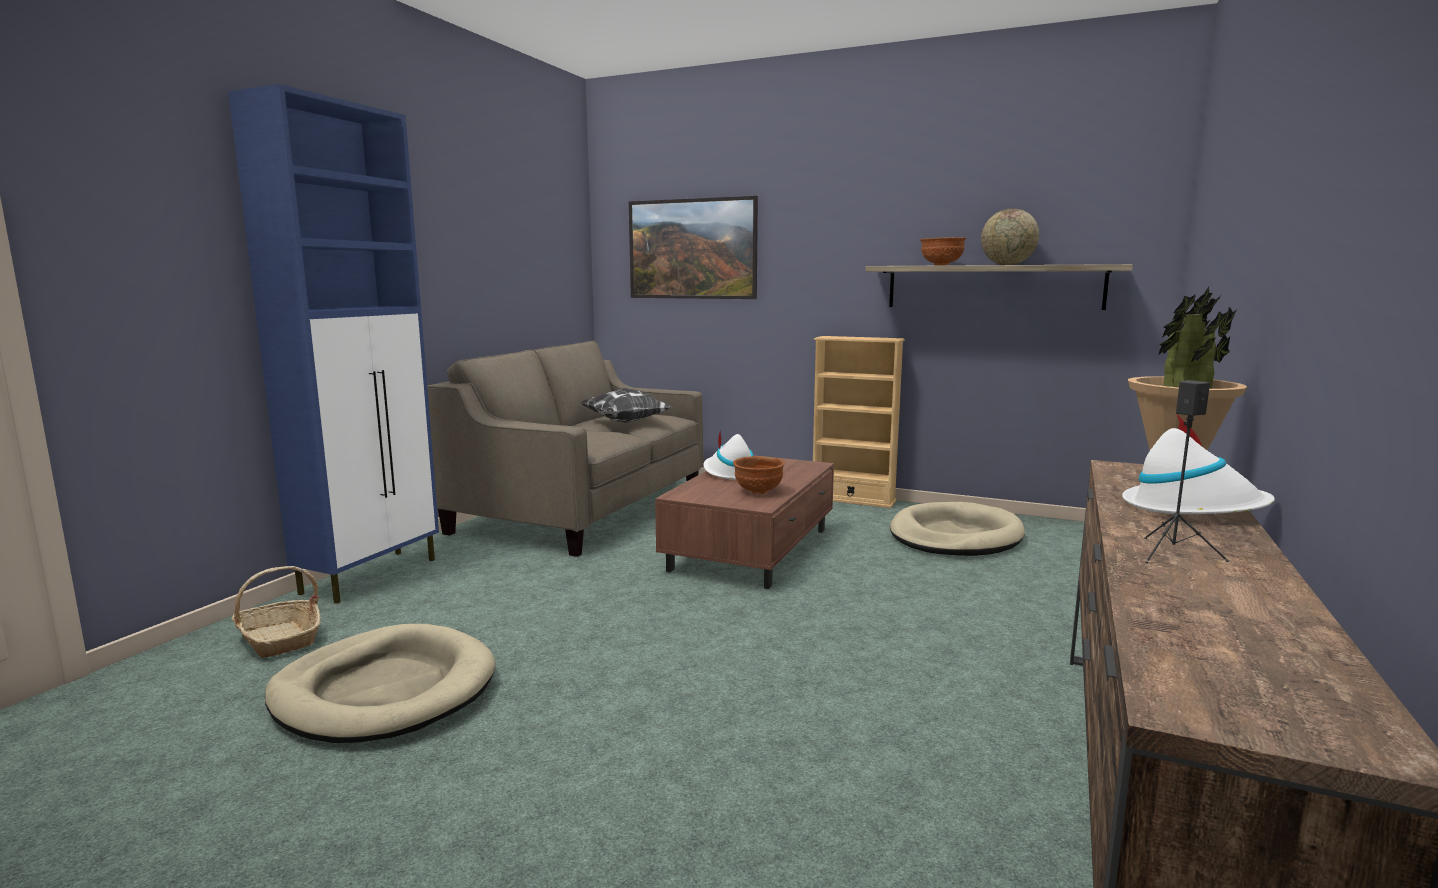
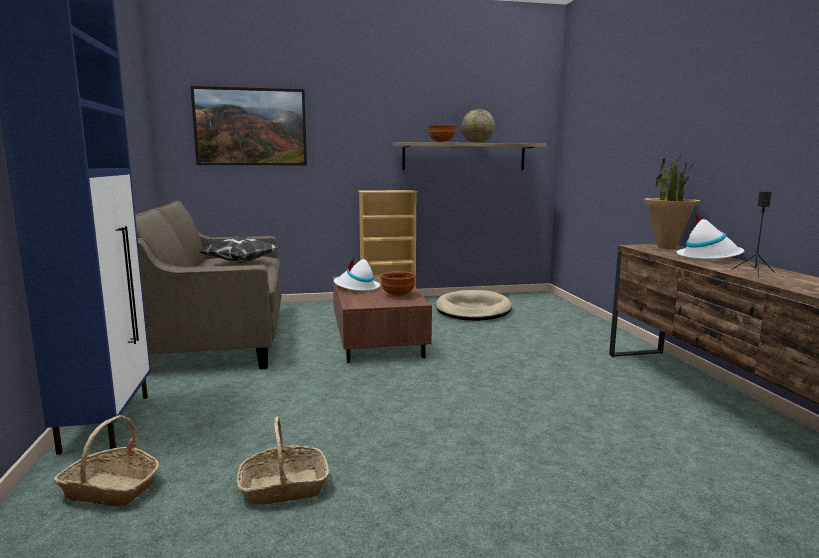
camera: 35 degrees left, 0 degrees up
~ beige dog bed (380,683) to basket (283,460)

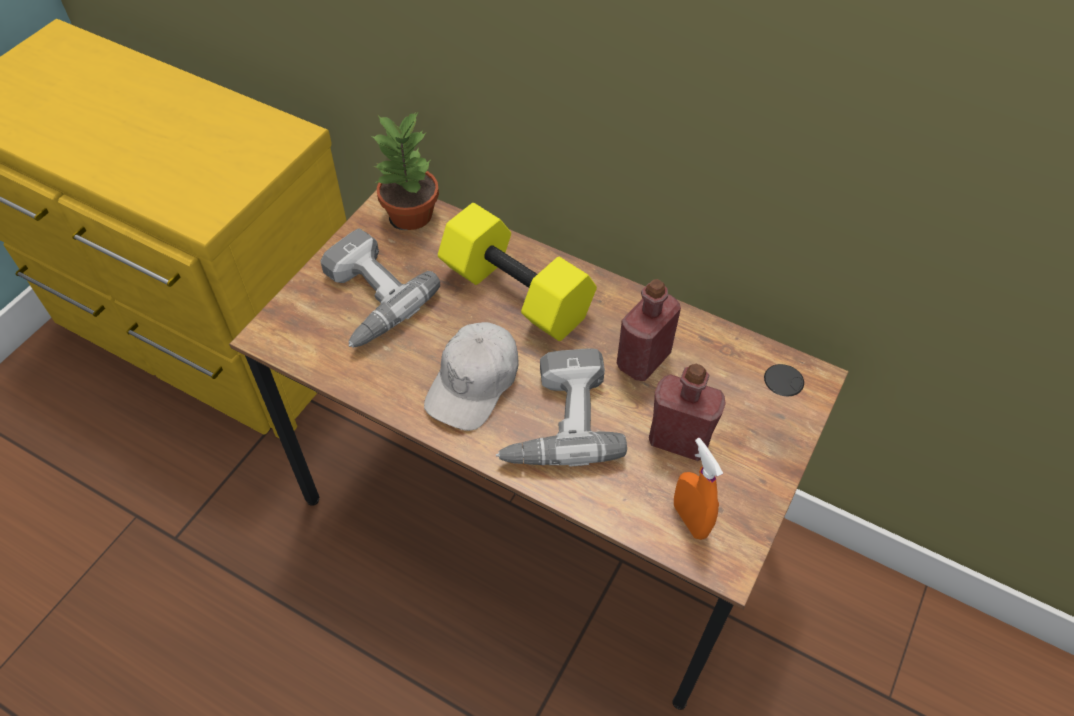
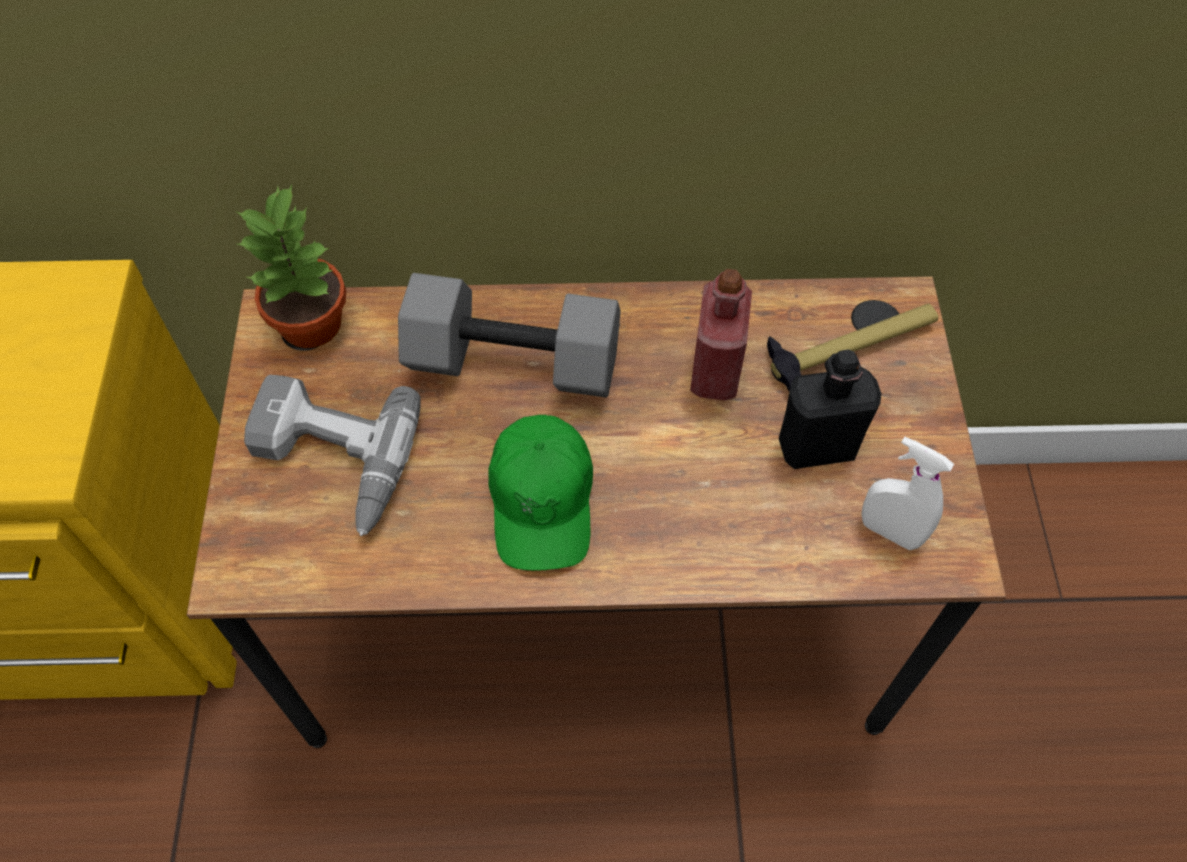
camera: 30 degrees left, 5 degrees up
- power drill (561,407)
+ hammer (852,348)
~ white cap (471,376) to green cap (540,493)
~ yellow dumbbell (517,272) to grey dumbbell (509,335)
~ red bottle (687,412) to black bottle (830,409)
~ orange spray bottle (698,489) to white spray bottle (907,493)

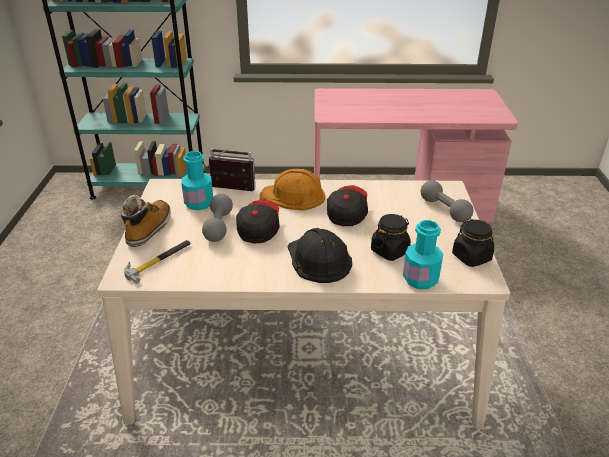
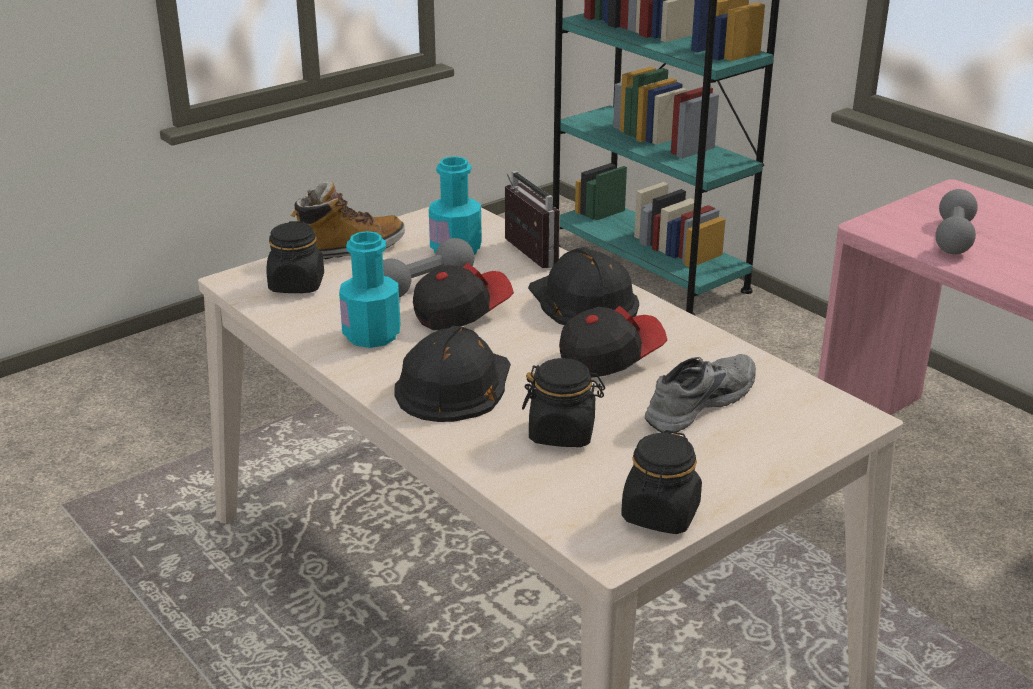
camera: 50 degrees right, 5 degrees down
+ grey shoe (700,393)
~ turquoise bottle (423,254) to (369,289)
~ grey dumbbell (447,201) to (956,221)
~ hammer (157,262) to black jar (295,257)
~ orange hard hat (292,190) to black hard hat (583,286)

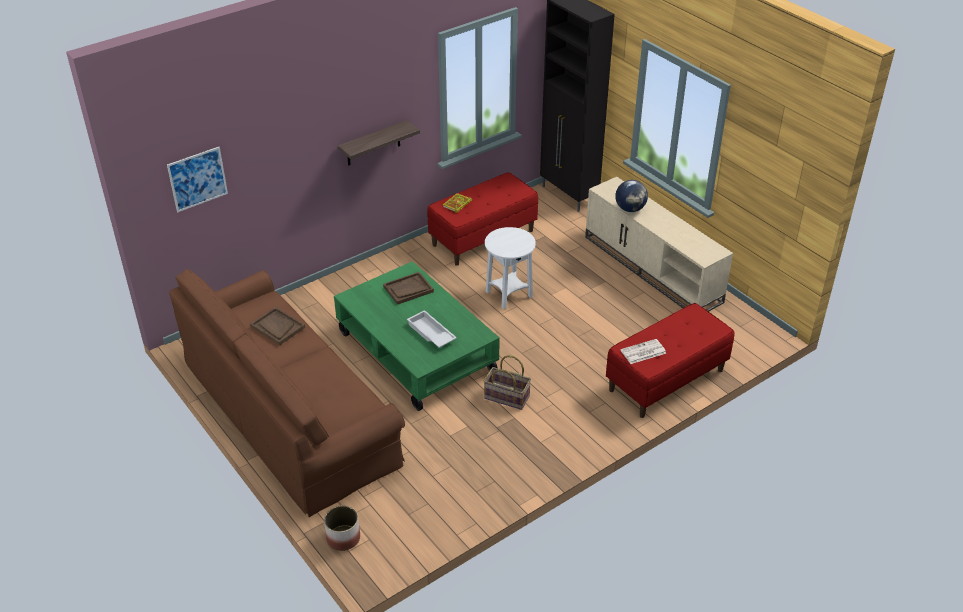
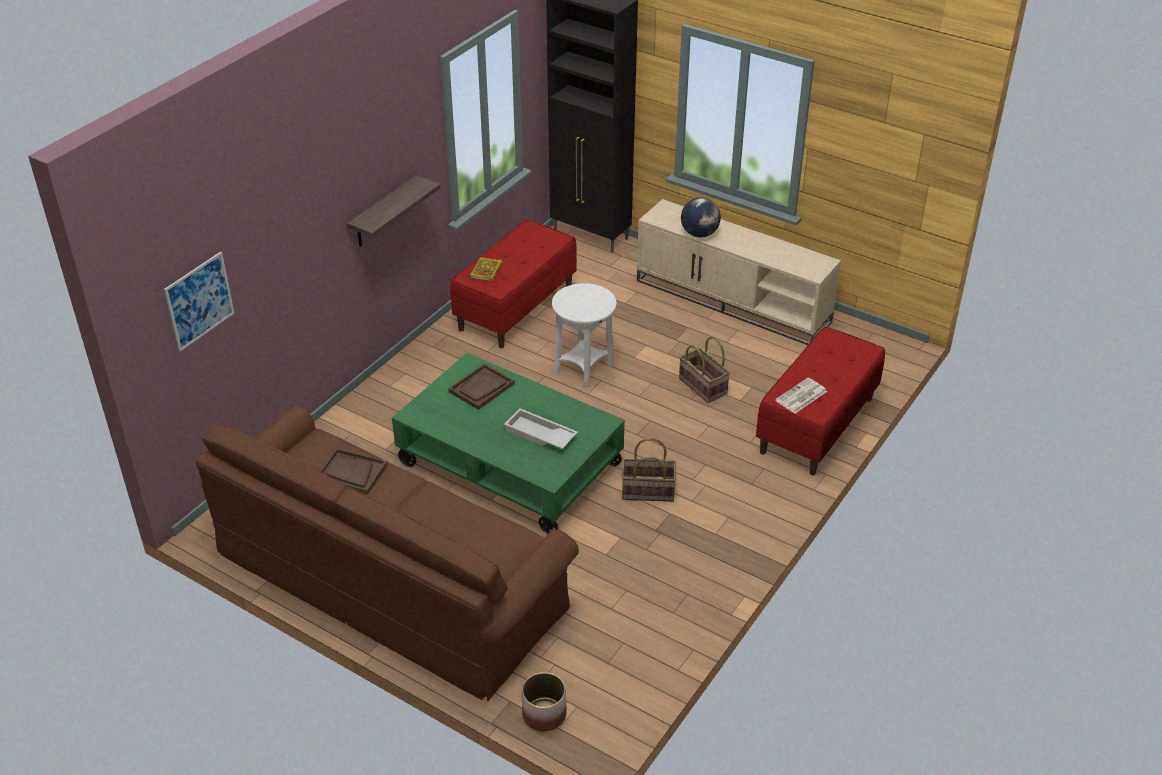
camera: 20 degrees left, 0 degrees up
+ basket (704,369)

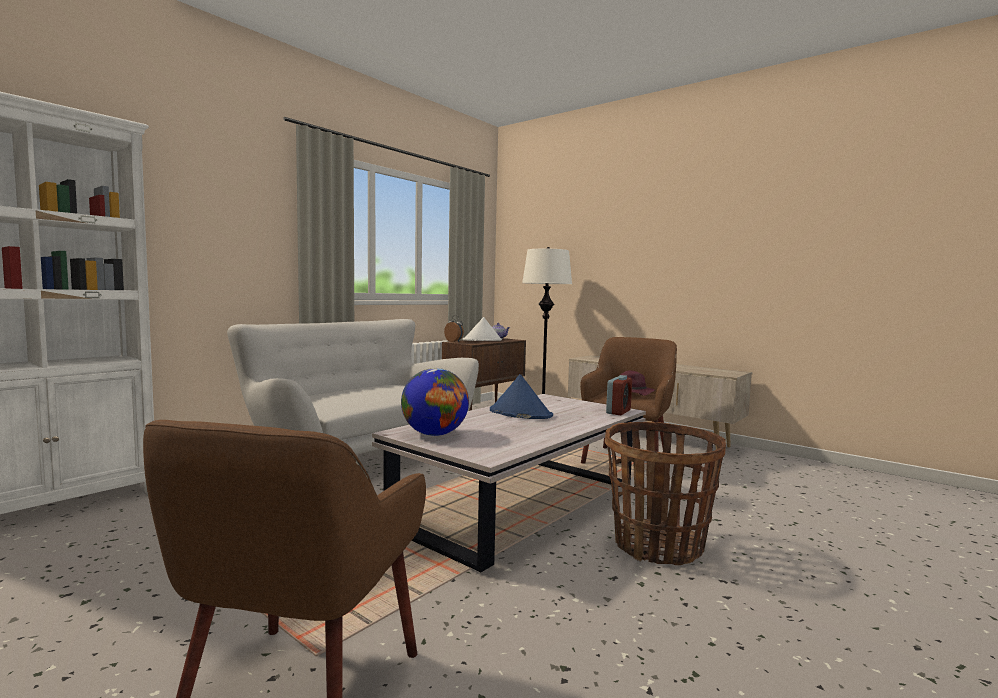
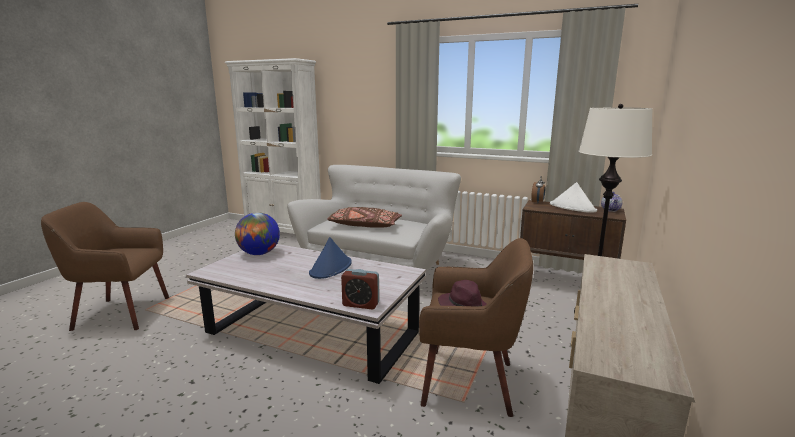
camera: 75 degrees right, 10 degrees up
- basket (665,493)
+ brown pillow (364,217)

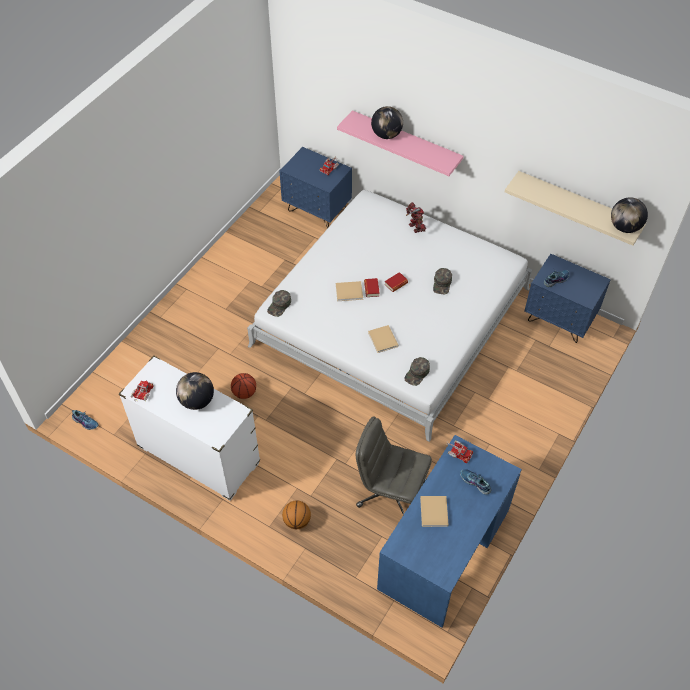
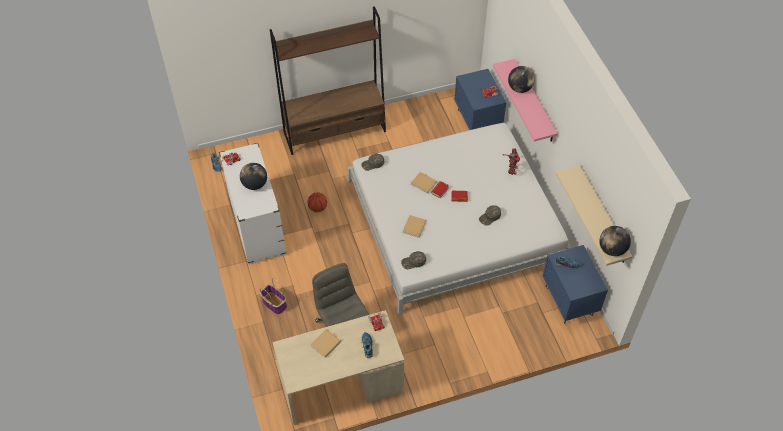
camera: 40 degrees right, 0 degrees up
+ brown bookcase (328,80)
~ basketball (296,514) to basket (273,296)
~ blue desk (449,531) to beige desk (338,367)

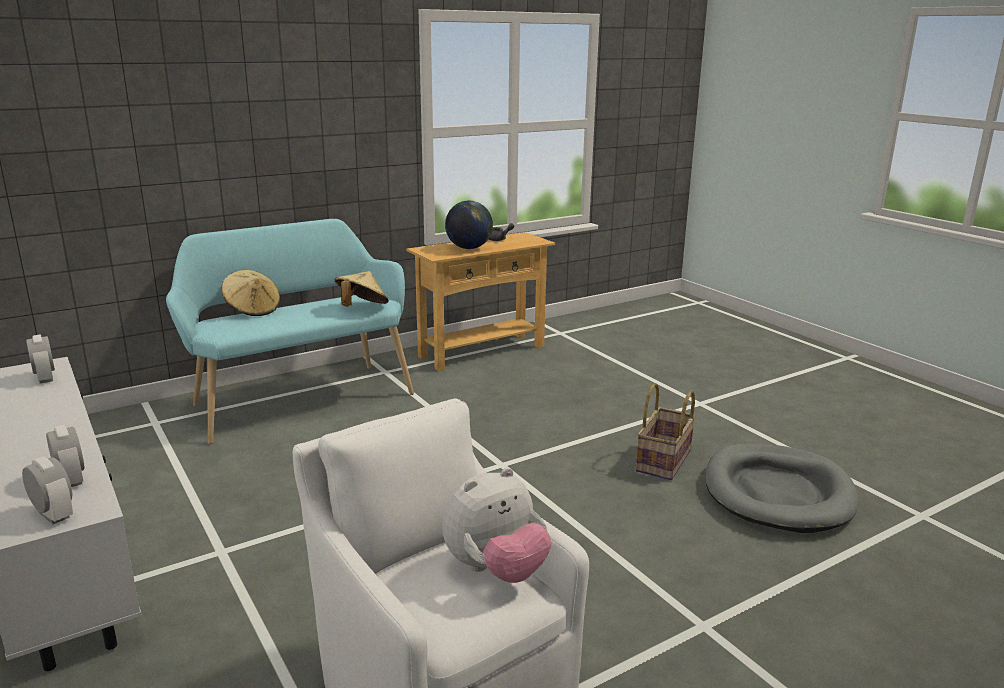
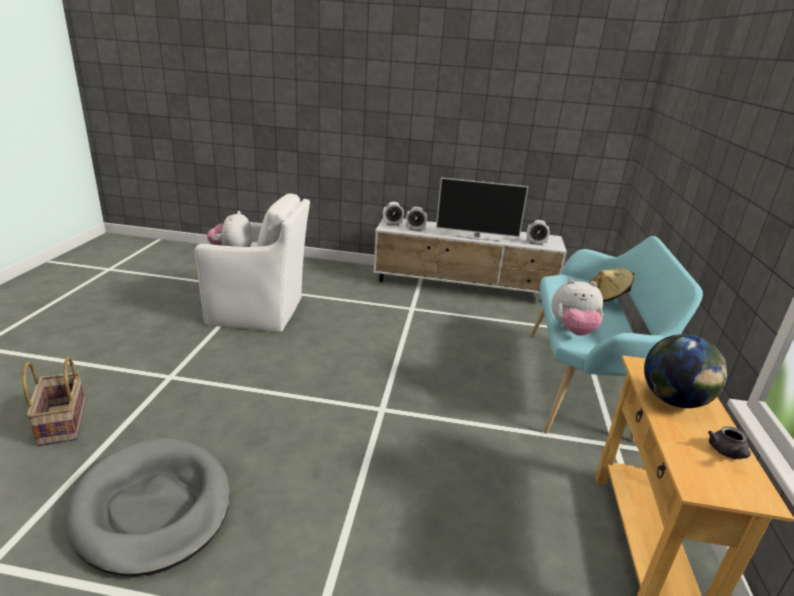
camera: 130 degrees right, 5 degrees up
+ television (482,209)
~ basket (666,431) to (54,401)
~ beige hat (362,289) to plush toy (577,308)

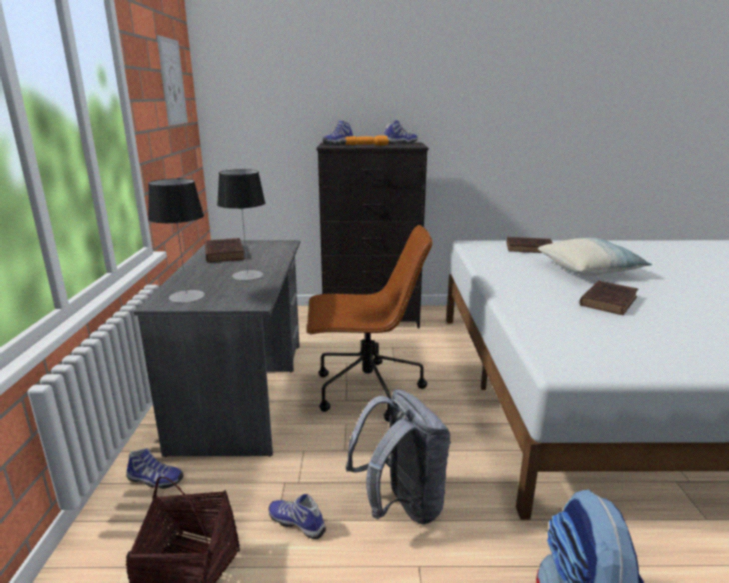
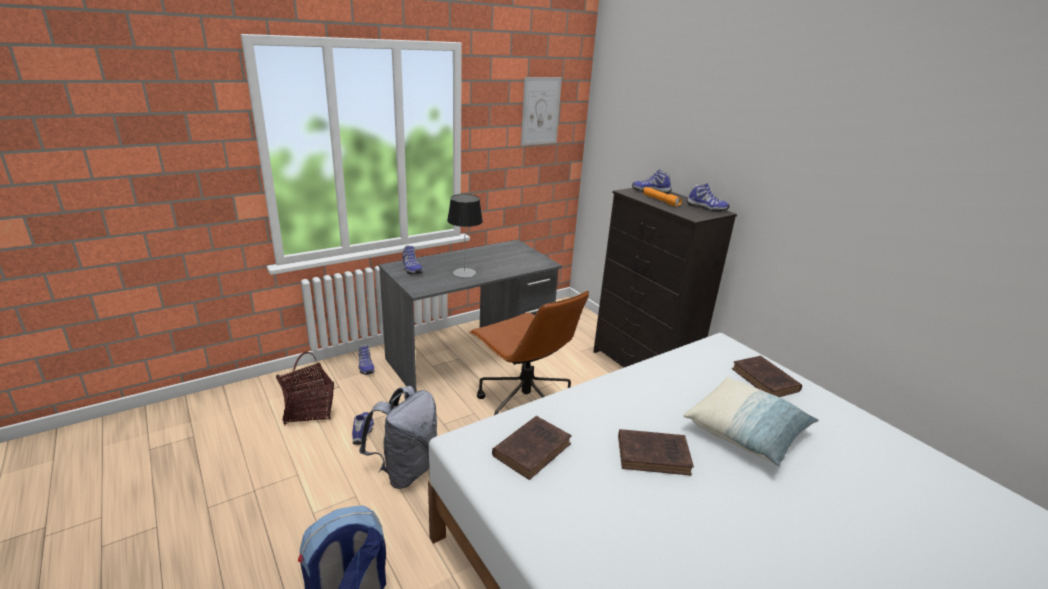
camera: 55 degrees right, 5 degrees up
~ brown book (225,250) to (531,448)
~ table lamp (176,240) to shoe (412,260)

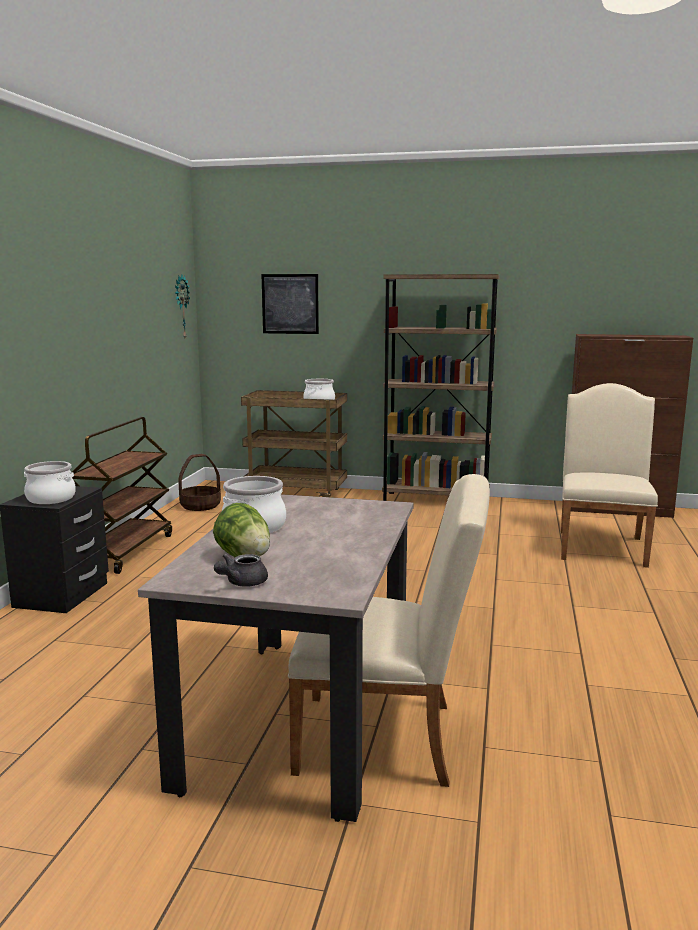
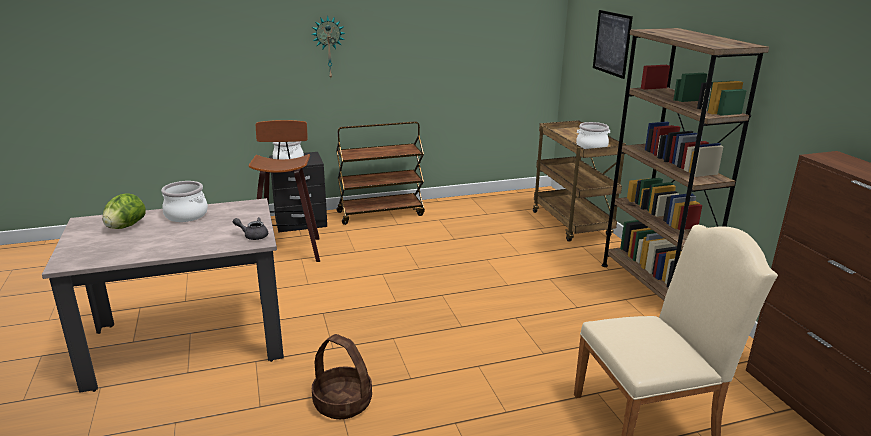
camera: 60 degrees right, 10 degrees up
- beige chair (389,630)
+ stool (284,191)
~ wall clock (182,306) to (328,46)
~ basket (199,482) to (342,376)
~ grey teapot (241,570) to (250,228)

